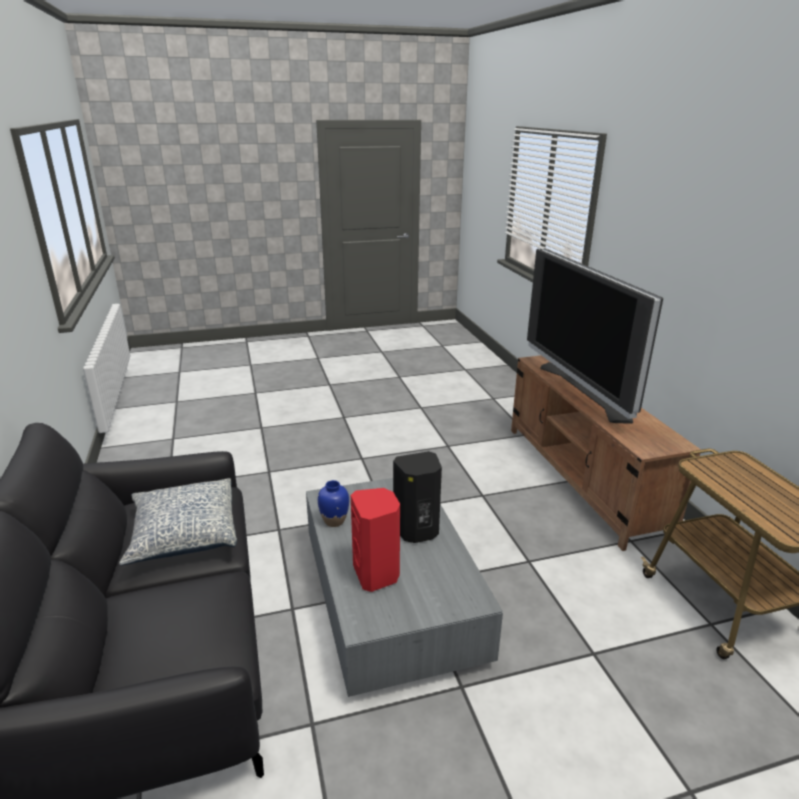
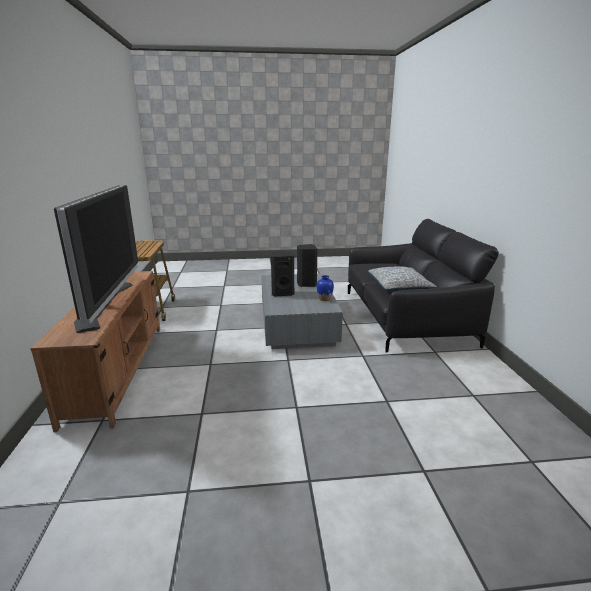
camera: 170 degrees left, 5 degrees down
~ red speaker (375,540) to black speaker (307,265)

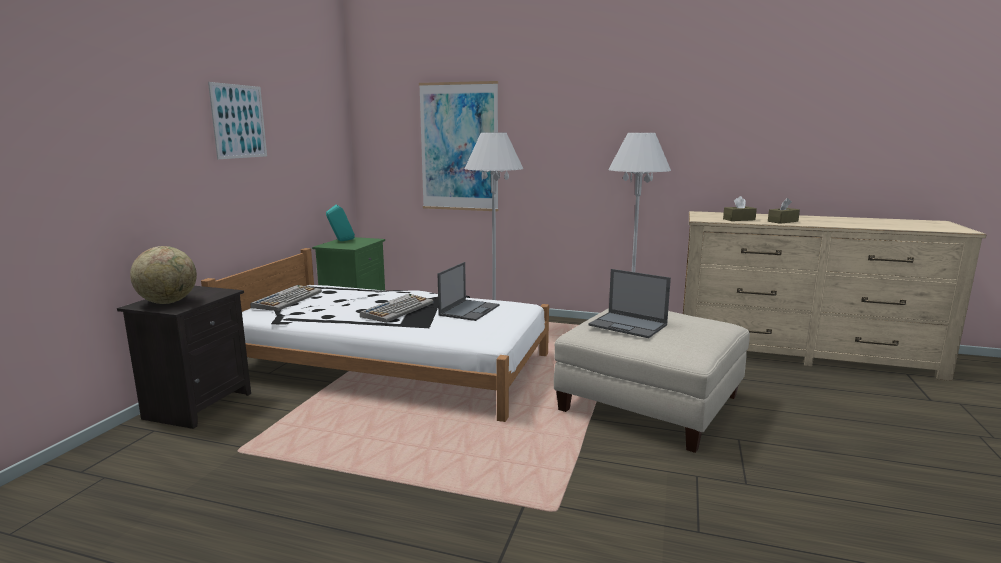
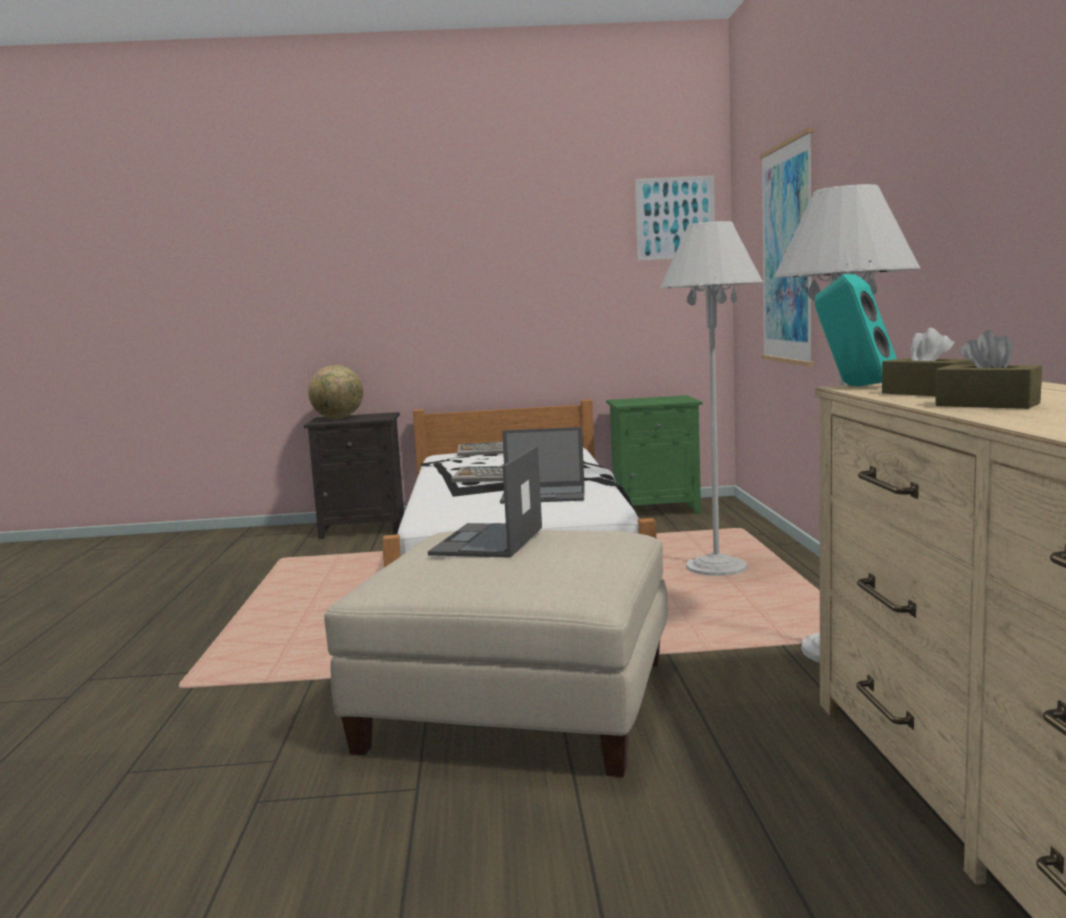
camera: 70 degrees right, 5 degrees down
~ picture (237,120) to (675,218)
~ turquoise speaker (340,223) to (856,330)

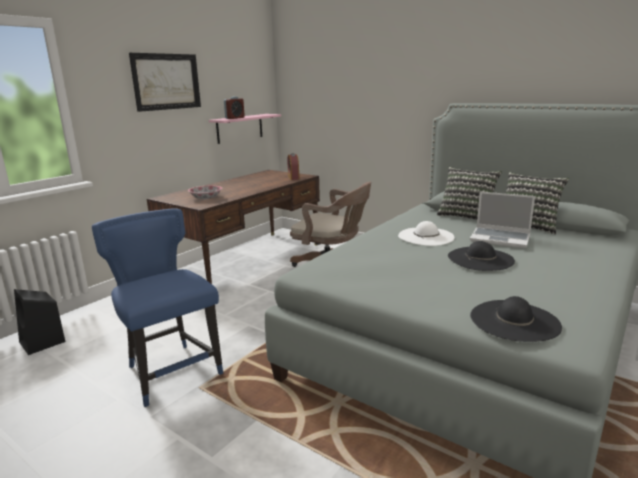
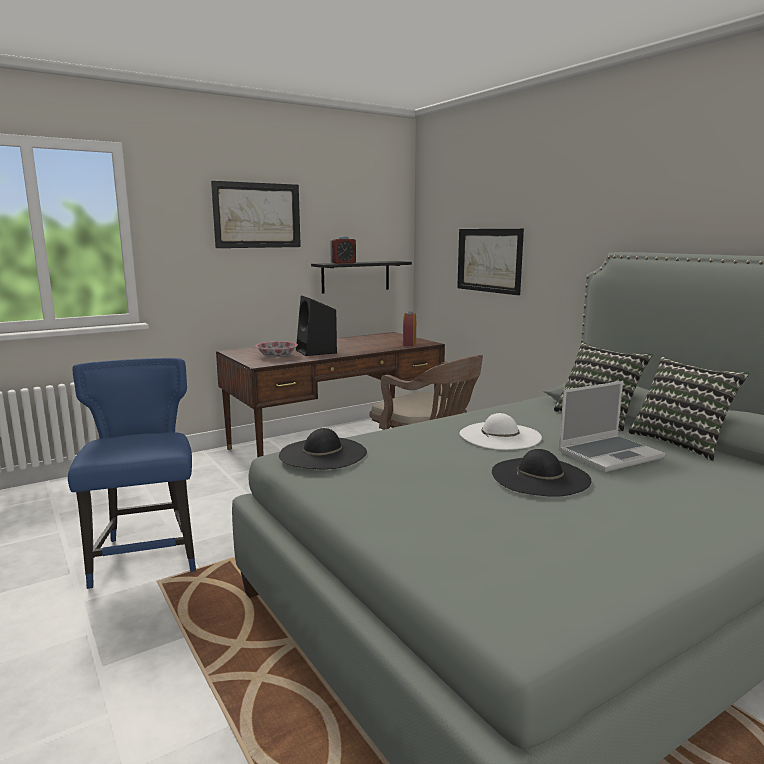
camera: 20 degrees right, 5 degrees down
+ picture (490,261)
~ black speaker (40,322) to (316,325)
~ black hat (516,319) to (323,448)
~ pink shelf (245,129) to black shelf (361,277)
~ laptop (502,220) = (611,426) 75 degrees counterclockwise

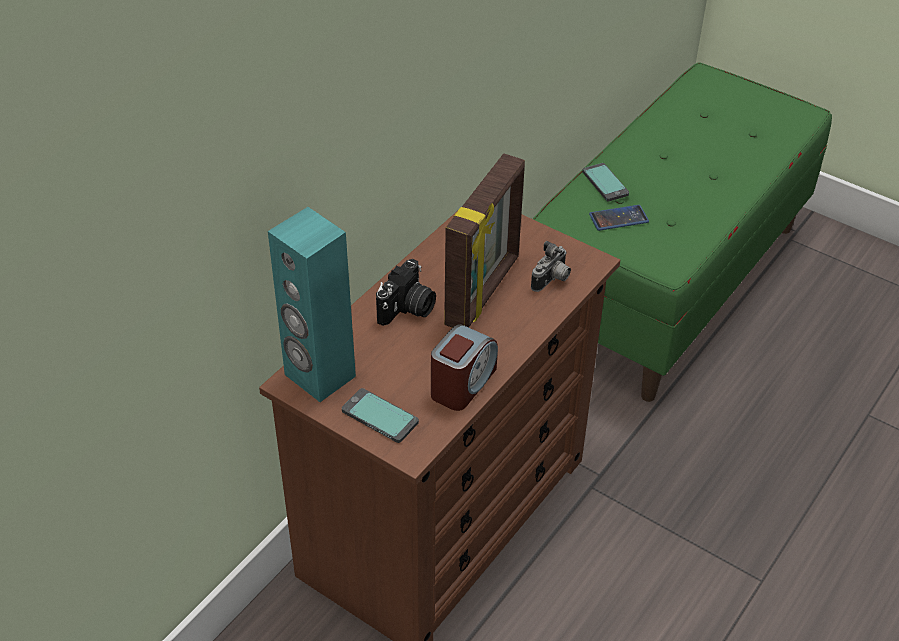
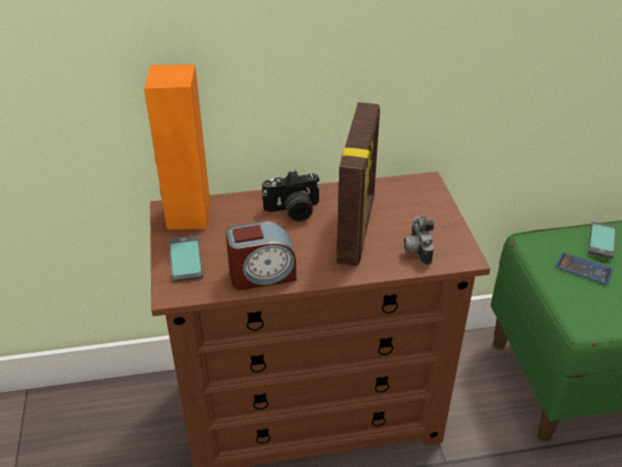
camera: 45 degrees right, 5 degrees down
~ turquoise speaker (312,304) to orange speaker (177,147)
~ picture frame (484,241) = (358,184) 60 degrees counterclockwise
~ photo camera (551,266) = (419,240) 90 degrees clockwise

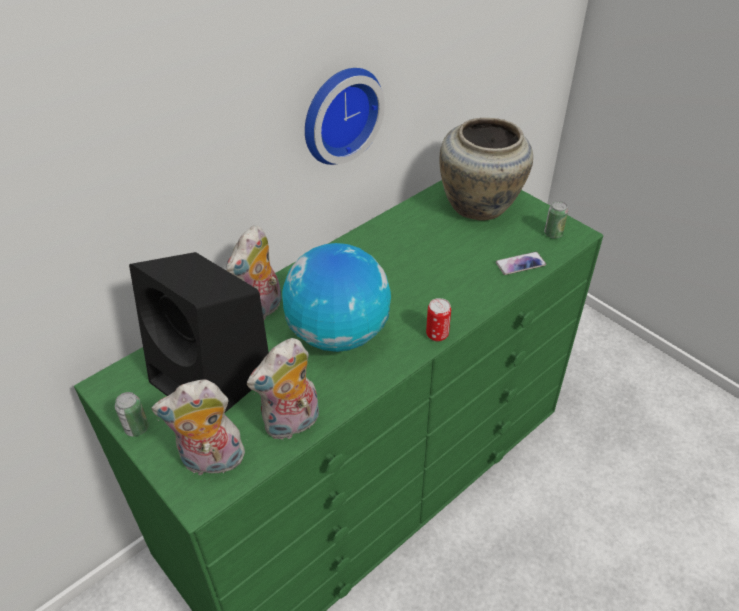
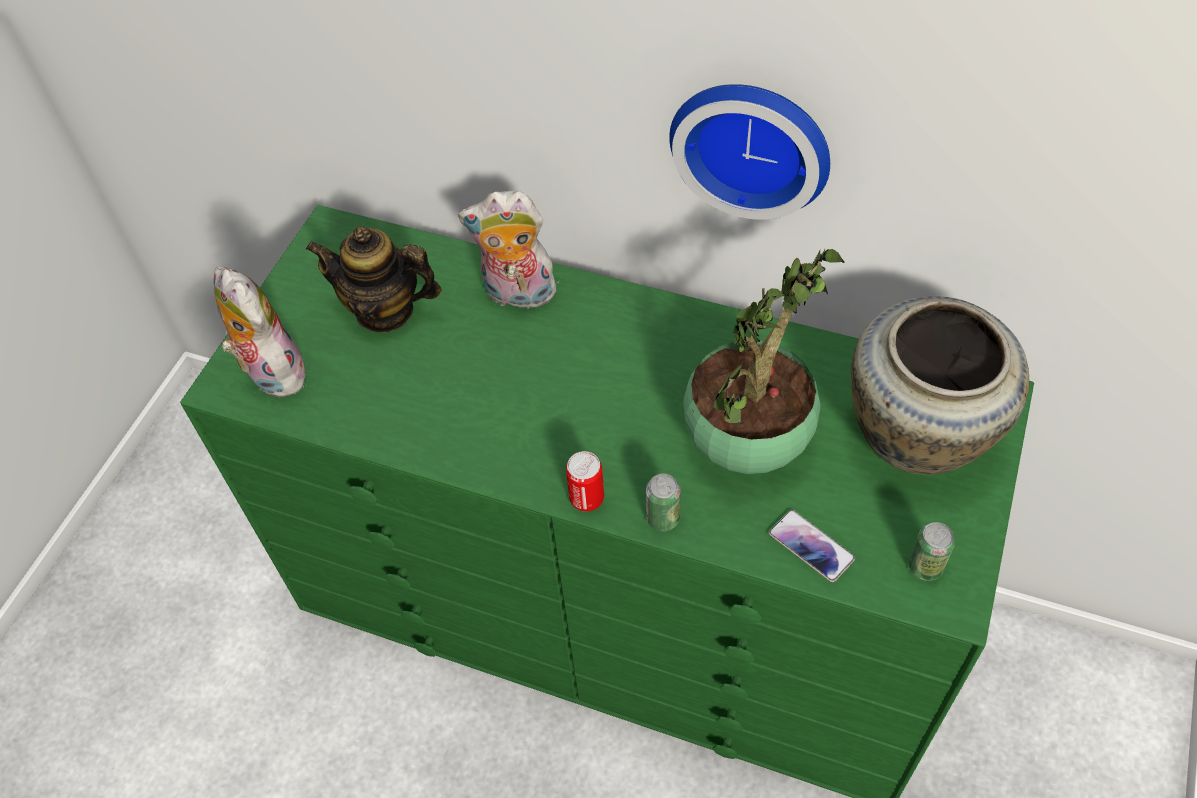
camera: 65 degrees right, 10 degrees up
- plush toy (283,389)
- globe (336,297)
+ potted plant (763,361)
~ can (132,414) to (663,502)
~ black speaker (199,332) to teapot (374,279)

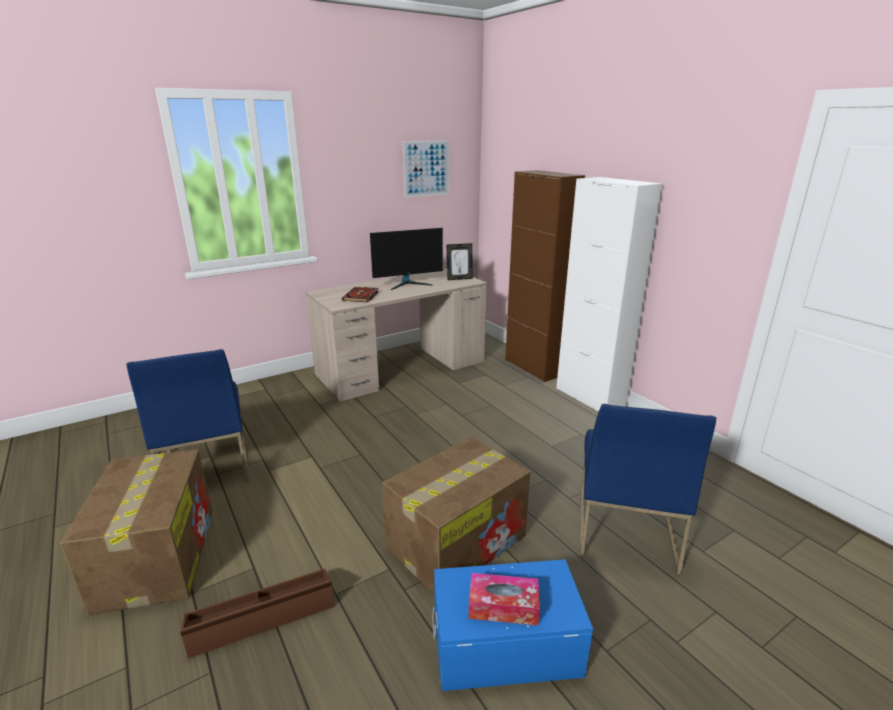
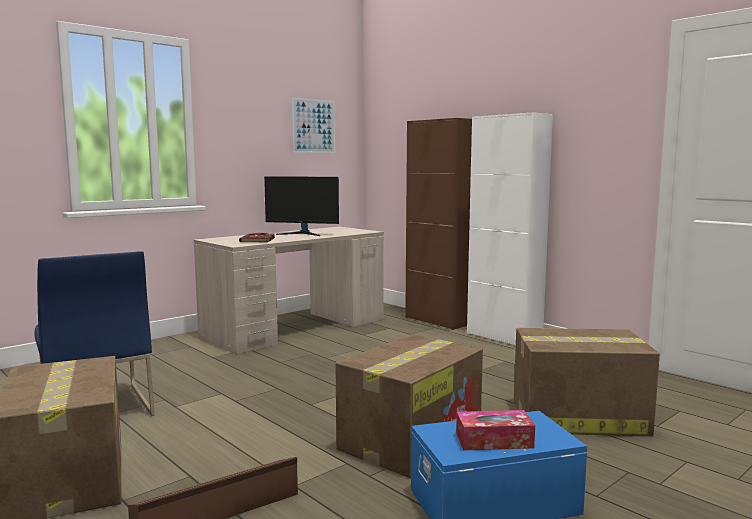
camera: 10 degrees left, 15 degrees down
- picture frame (460,261)
~ blue chair (648,489) to cardboard box (587,382)
~ monitor (406,259) = (301,206) 45 degrees clockwise

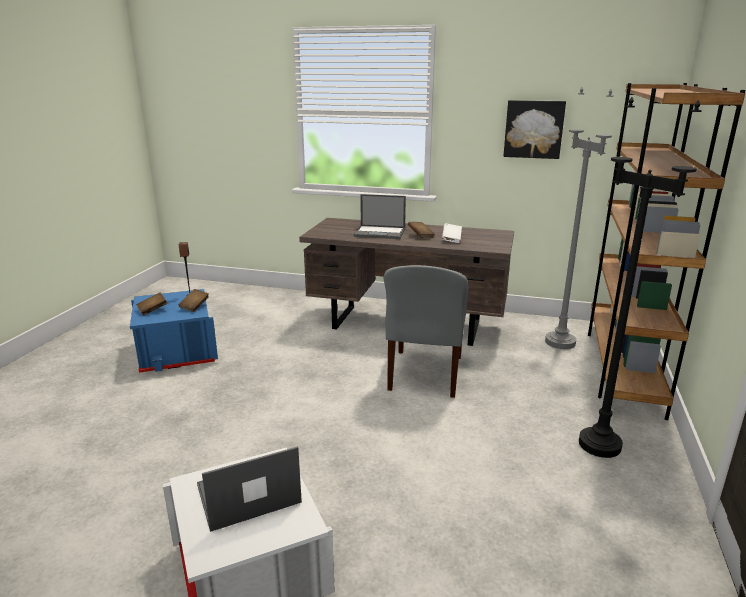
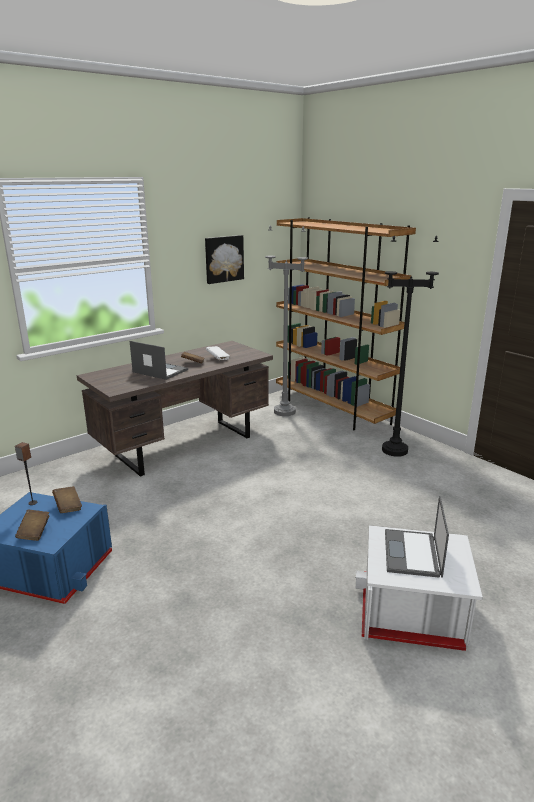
camera: 55 degrees left, 0 degrees up
- grey chair (426,331)
~ laptop (379,216) = (159,360) 105 degrees counterclockwise

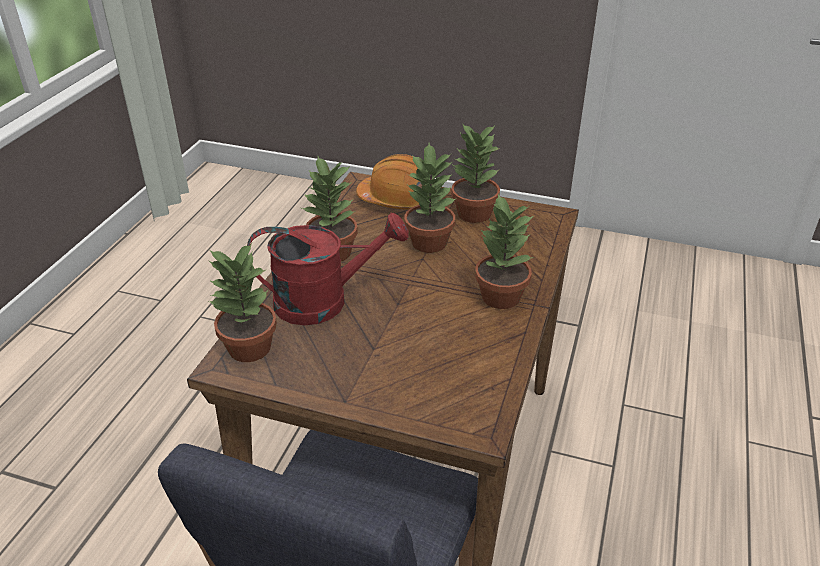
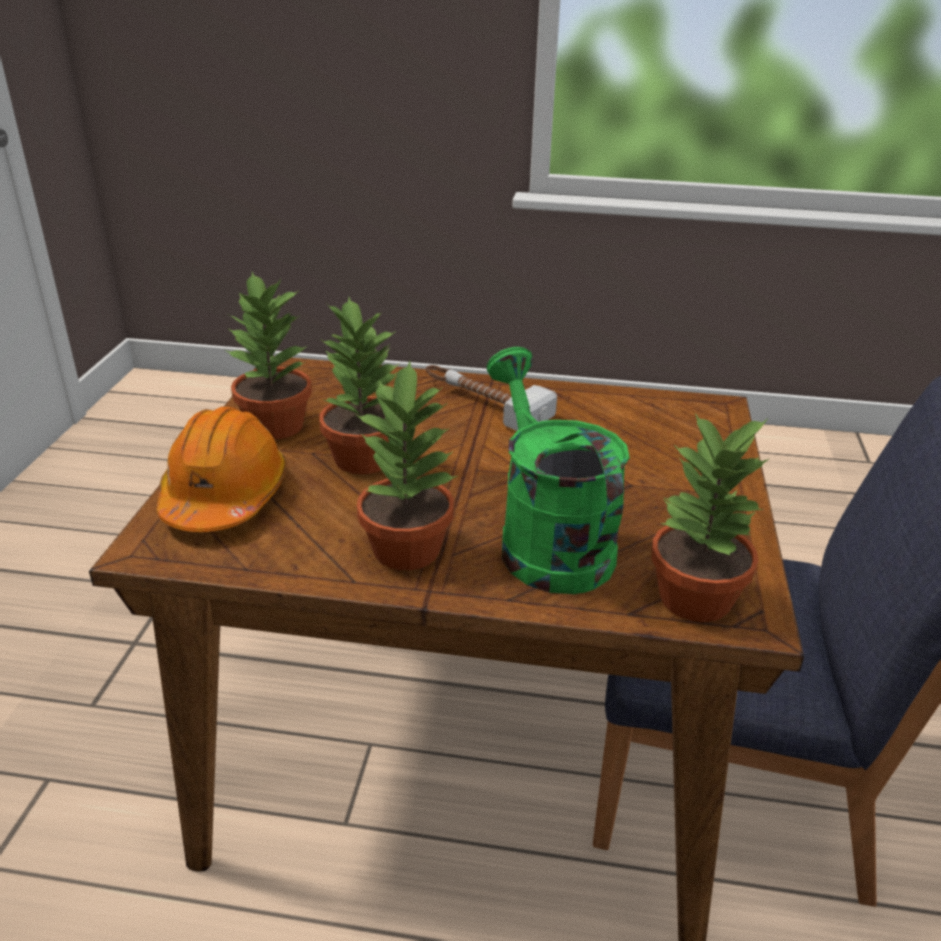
camera: 100 degrees left, 5 degrees down
~ potted plant (504,251) to hammer (491,398)
~ red watering can (328,269) to green watering can (558,470)

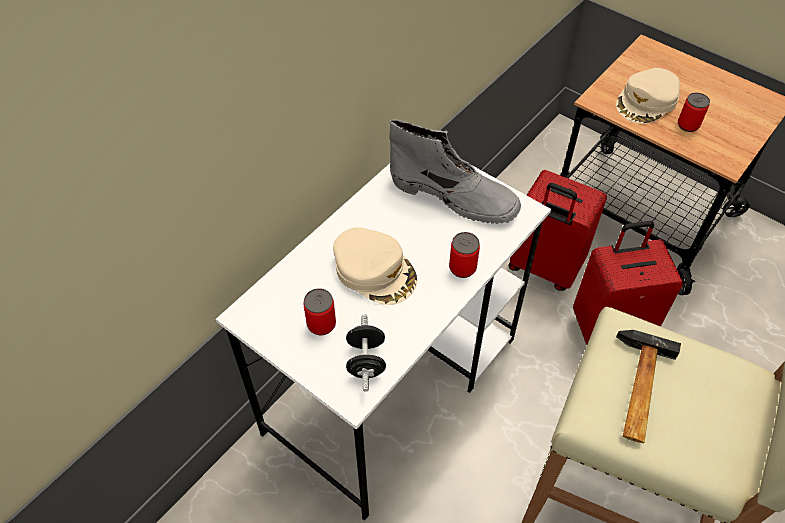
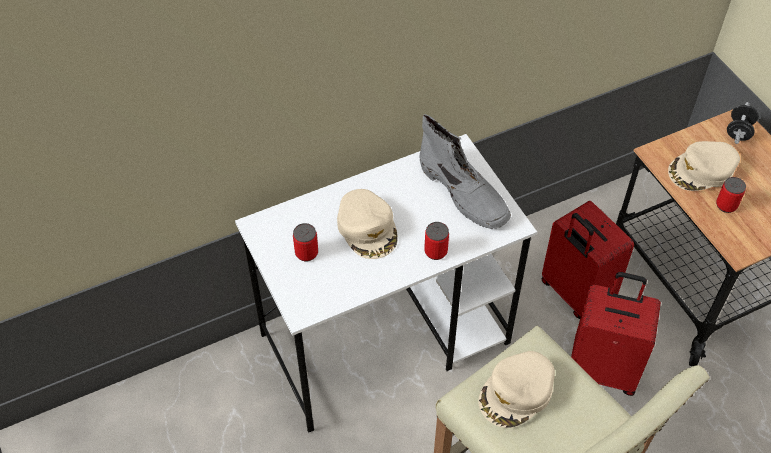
camera: 25 degrees right, 0 degrees up
~ black dumbbell (366,353) to (743,123)
~ hammer (648,386) to beige cap (516,389)

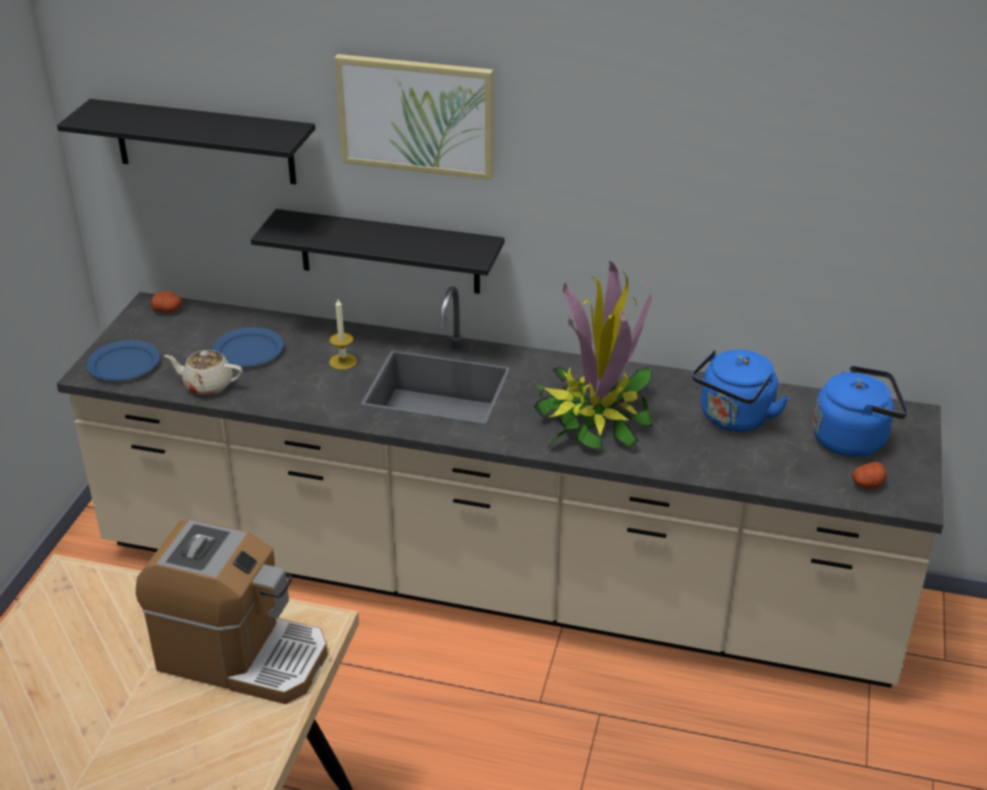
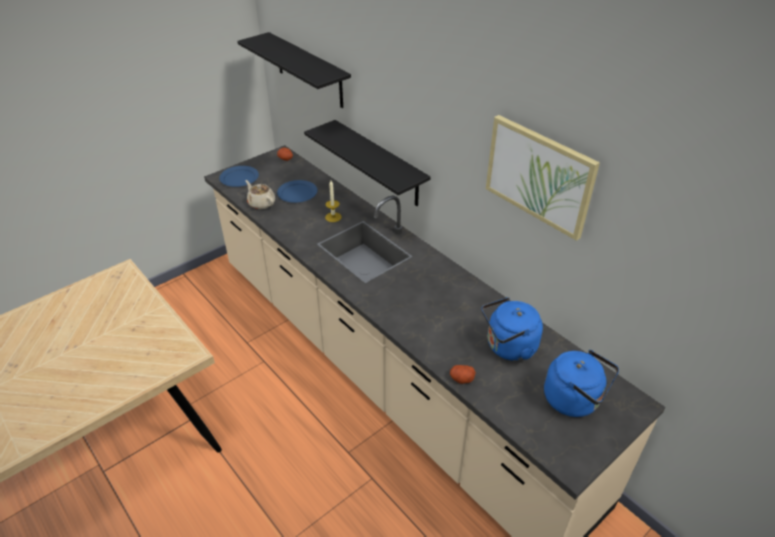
camera: 35 degrees right, 5 degrees up
- coffee machine (232,611)
- potted plant (593,355)
~ picture (414,117) to (543,178)
~ potato (869,475) to (463,374)

